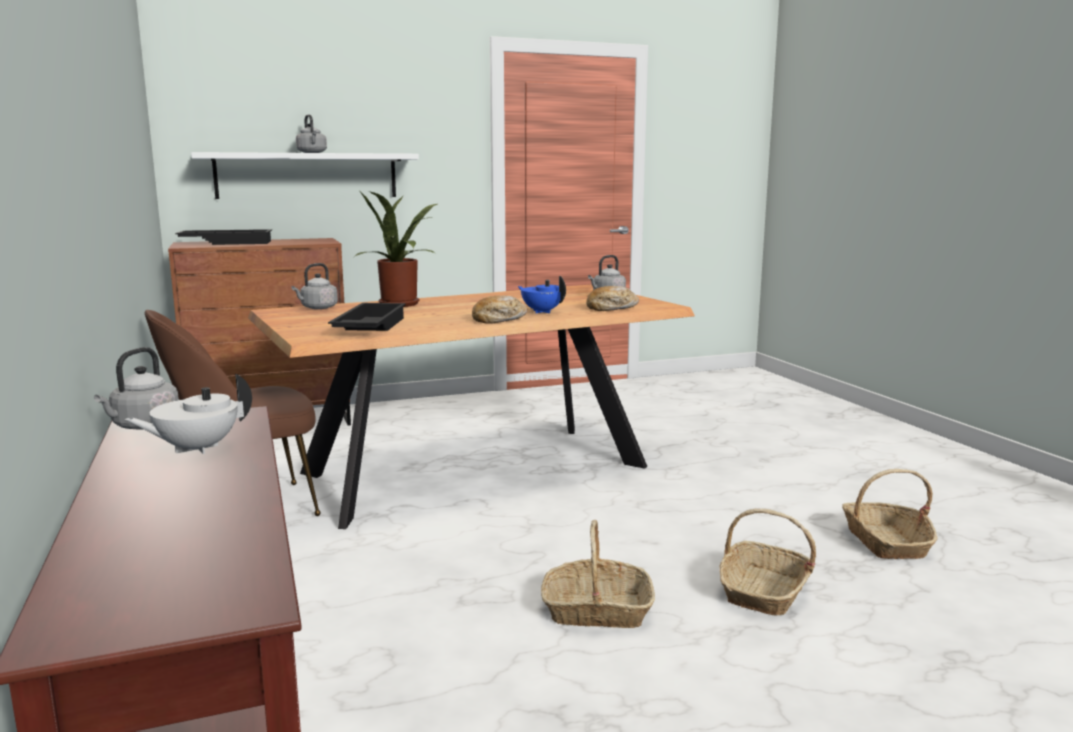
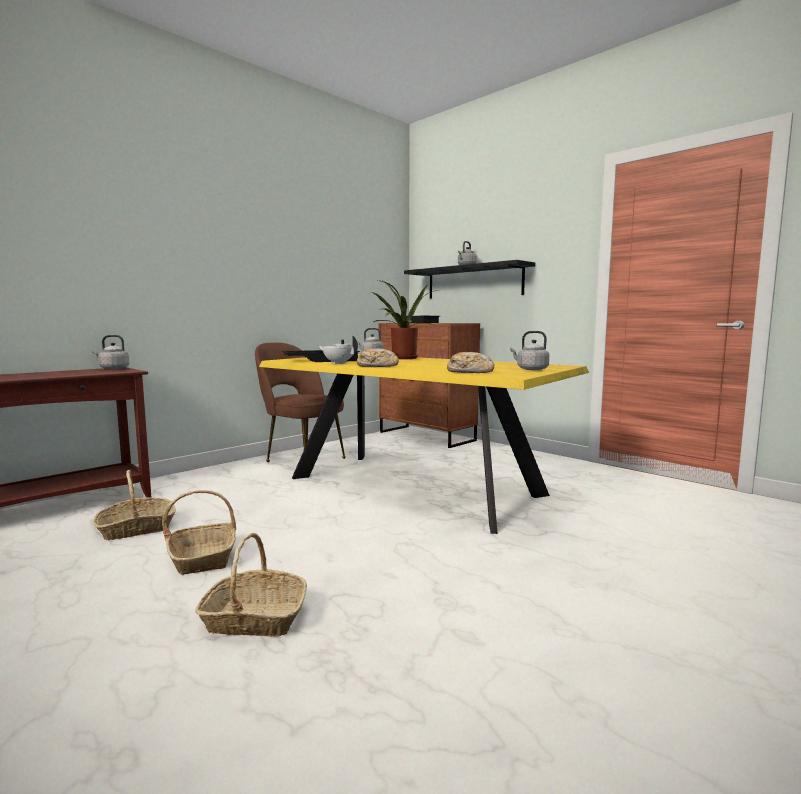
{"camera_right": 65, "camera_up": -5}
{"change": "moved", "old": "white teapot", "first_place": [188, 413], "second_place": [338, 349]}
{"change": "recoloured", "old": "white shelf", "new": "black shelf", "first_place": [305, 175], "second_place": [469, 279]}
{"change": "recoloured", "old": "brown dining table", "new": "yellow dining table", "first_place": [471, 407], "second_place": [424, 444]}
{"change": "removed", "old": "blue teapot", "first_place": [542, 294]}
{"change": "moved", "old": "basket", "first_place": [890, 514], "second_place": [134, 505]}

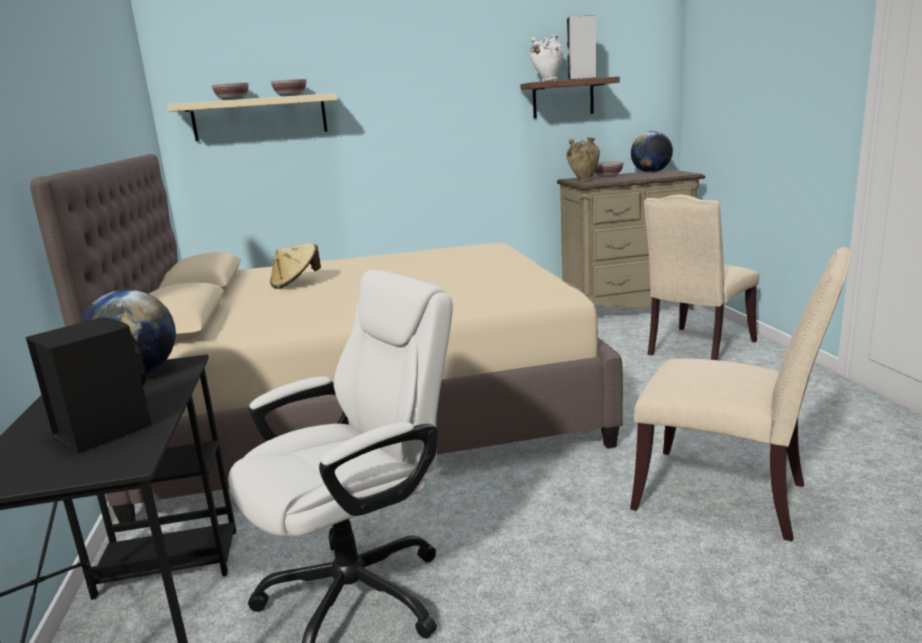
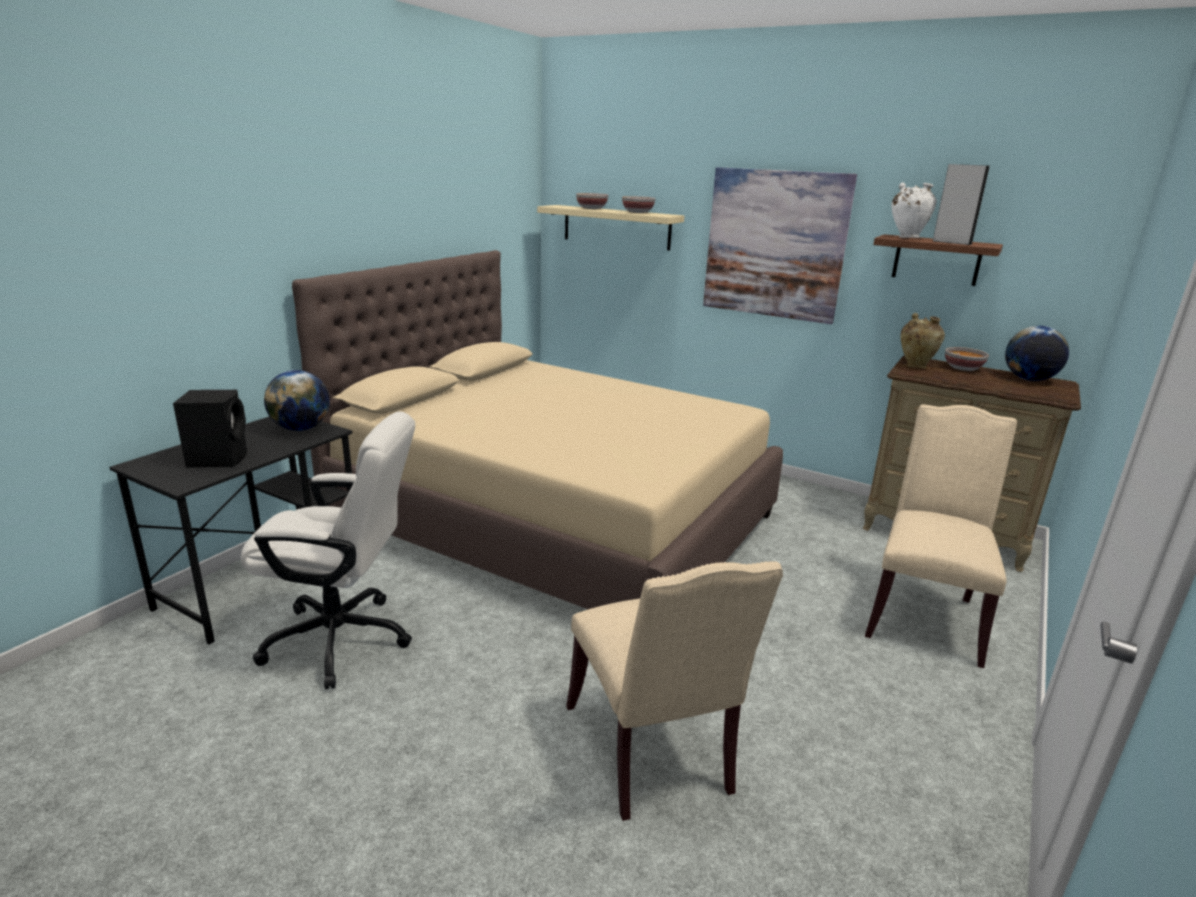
{"camera_right": 40, "camera_up": 5}
{"change": "removed", "old": "beige hat", "first_place": [295, 266]}
{"change": "turned", "old": "beige chair", "first_place": [701, 277], "second_place": [941, 536], "degrees": 120}
{"change": "added", "new": "picture", "second_place": [780, 245]}

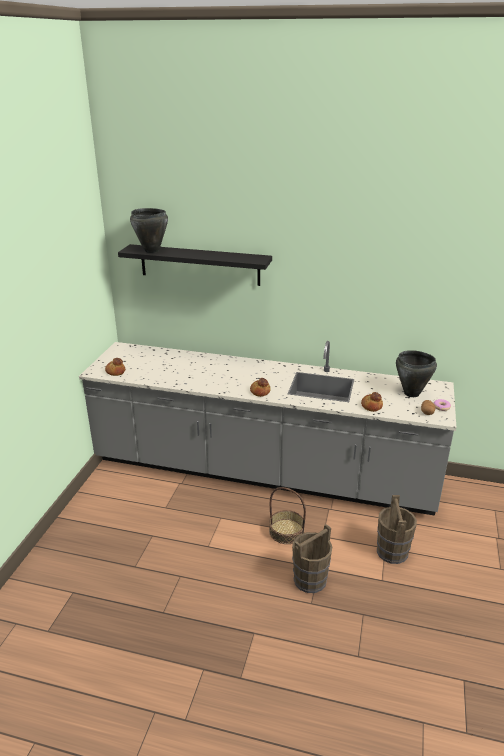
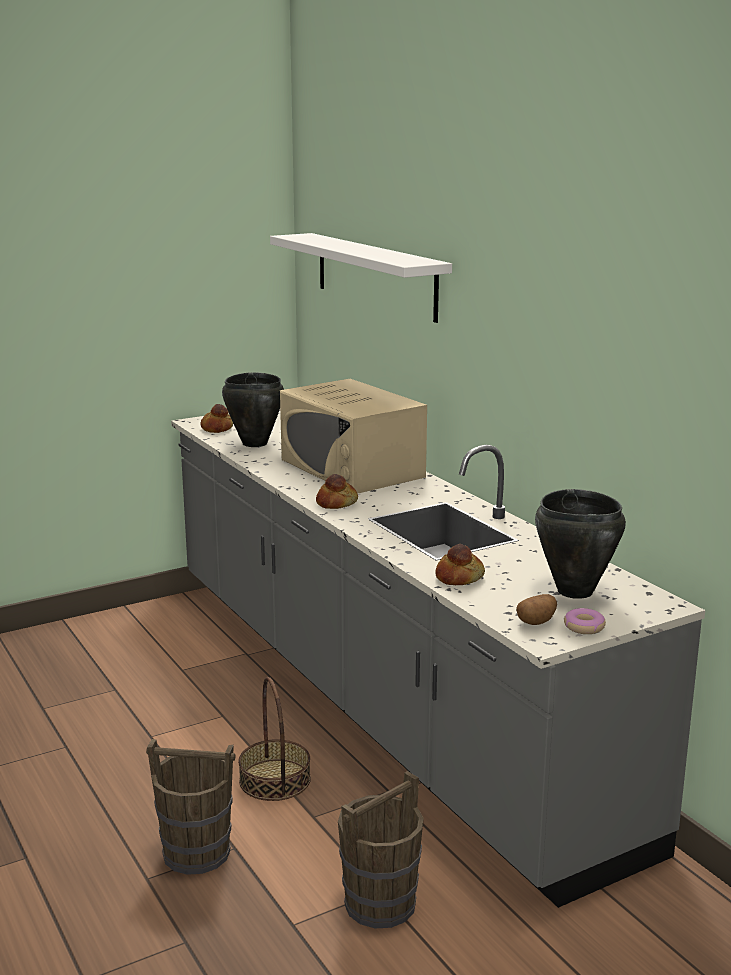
{"camera_right": 45, "camera_up": -10}
{"change": "recoloured", "old": "black shelf", "new": "white shelf", "first_place": [195, 265], "second_place": [361, 278]}
{"change": "moved", "old": "black cooking pot", "first_place": [149, 230], "second_place": [253, 409]}
{"change": "added", "new": "beige microwave", "second_place": [353, 436]}

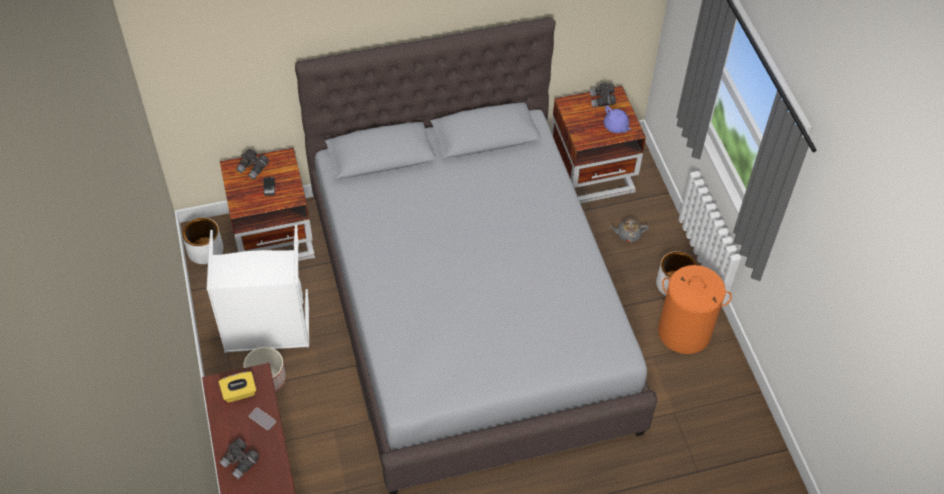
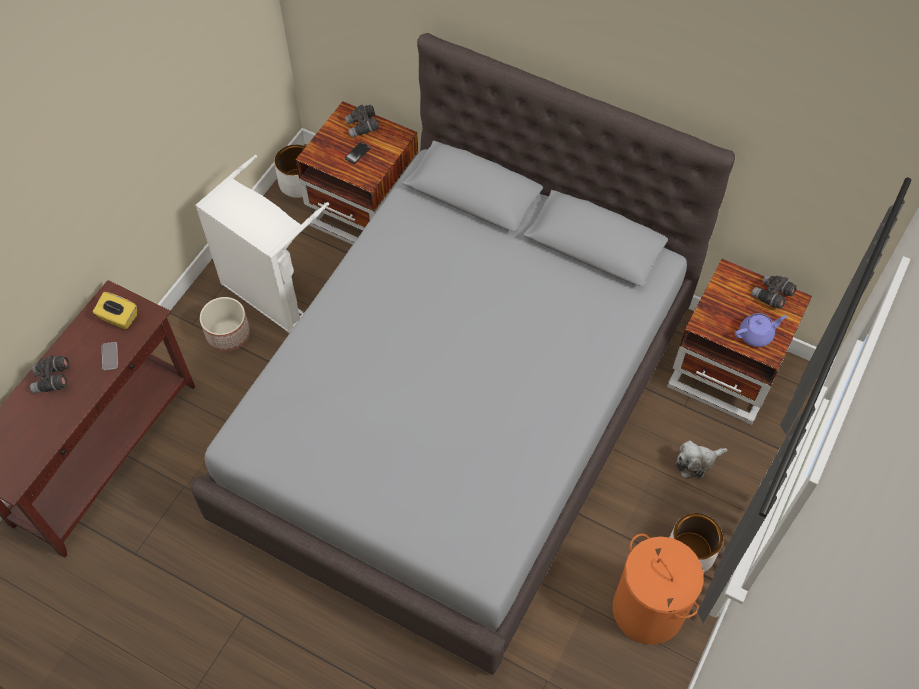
{"camera_right": 45, "camera_up": 5}
{"change": "turned", "old": "purple teapot", "first_place": [617, 119], "second_place": [761, 330], "degrees": -120}
{"change": "replaced", "old": "grey teapot", "new": "plush toy", "first_place": [629, 230], "second_place": [702, 459]}

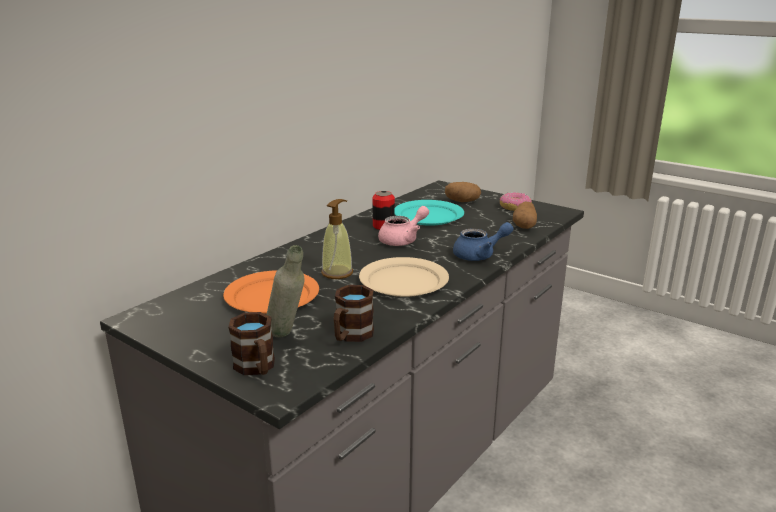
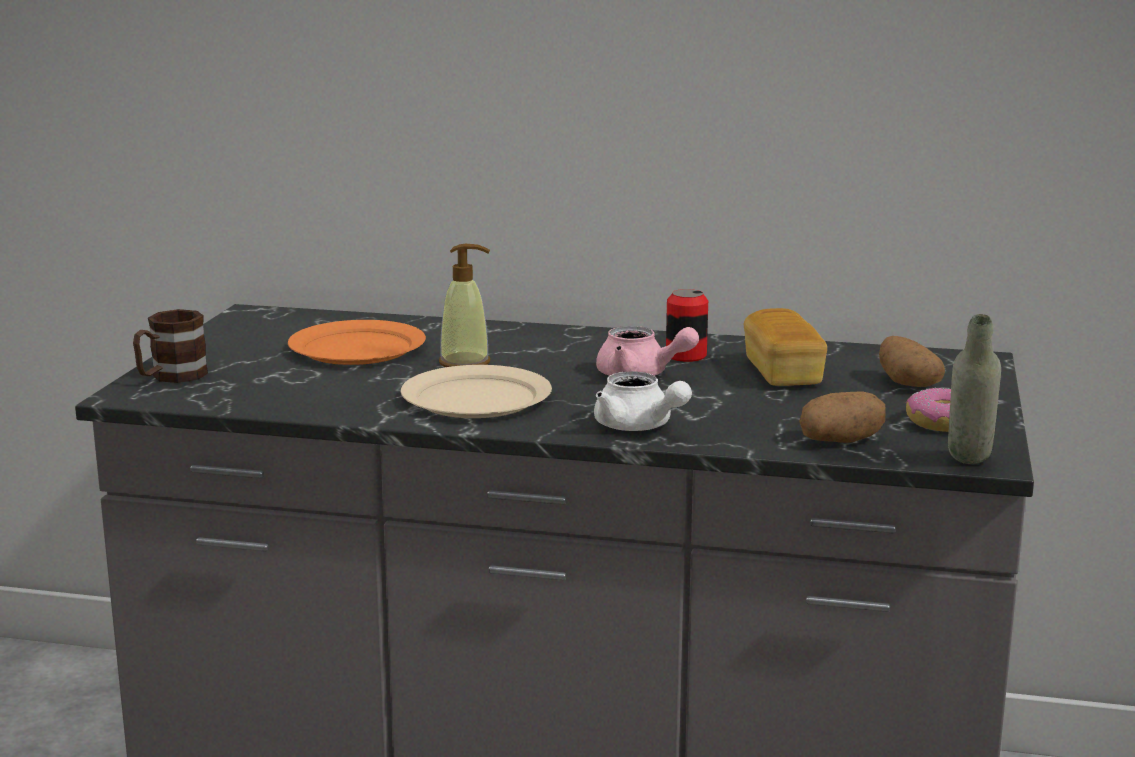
{"camera_right": 65, "camera_up": -5}
{"change": "moved", "old": "grey bottle", "first_place": [285, 291], "second_place": [974, 389]}
{"change": "removed", "old": "brown mug", "first_place": [354, 313]}
{"change": "replaced", "old": "turquoise plate", "new": "bread", "first_place": [429, 213], "second_place": [785, 347]}
{"change": "recoloured", "old": "blue teapot", "new": "white teapot", "first_place": [483, 241], "second_place": [643, 401]}

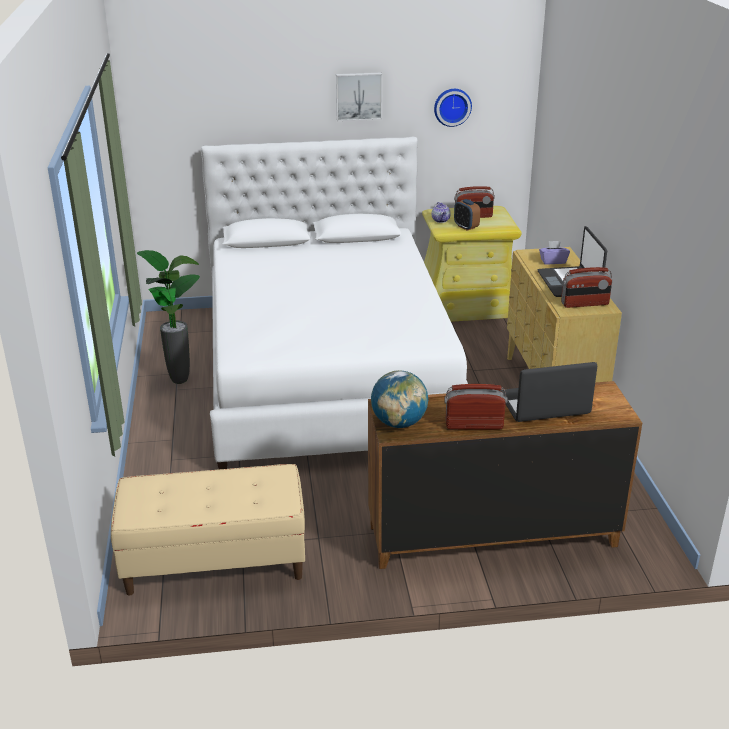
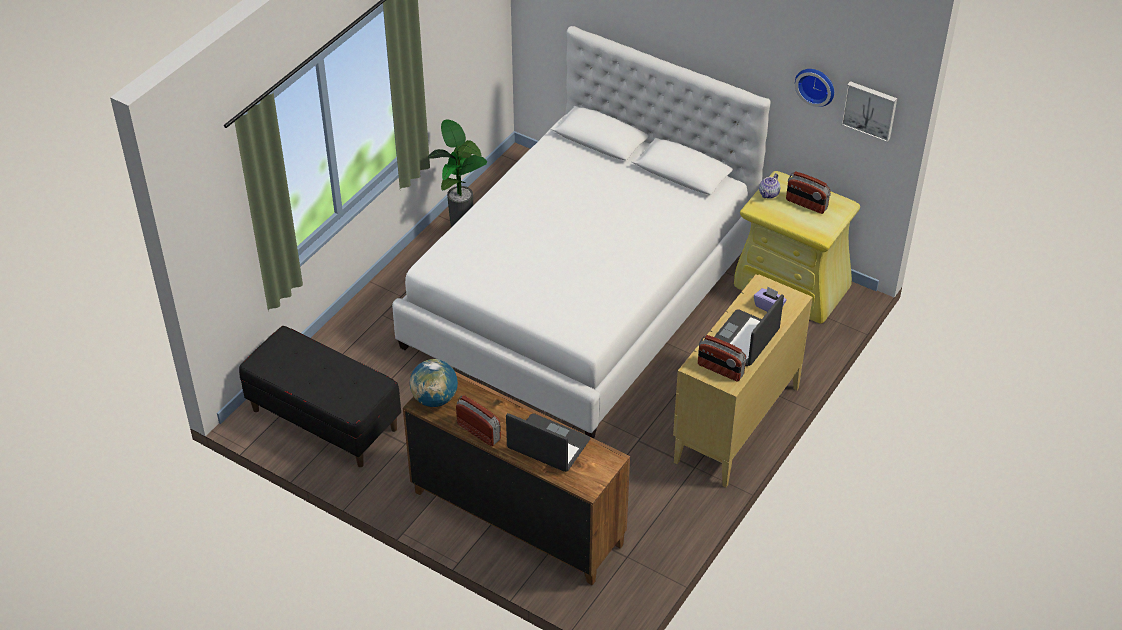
{"camera_right": 40, "camera_up": 15}
{"change": "recoloured", "old": "beige bench", "new": "black bench", "first_place": [208, 530], "second_place": [320, 396]}
{"change": "moved", "old": "picture", "first_place": [359, 97], "second_place": [869, 111]}
{"change": "removed", "old": "alarm clock", "first_place": [467, 215]}

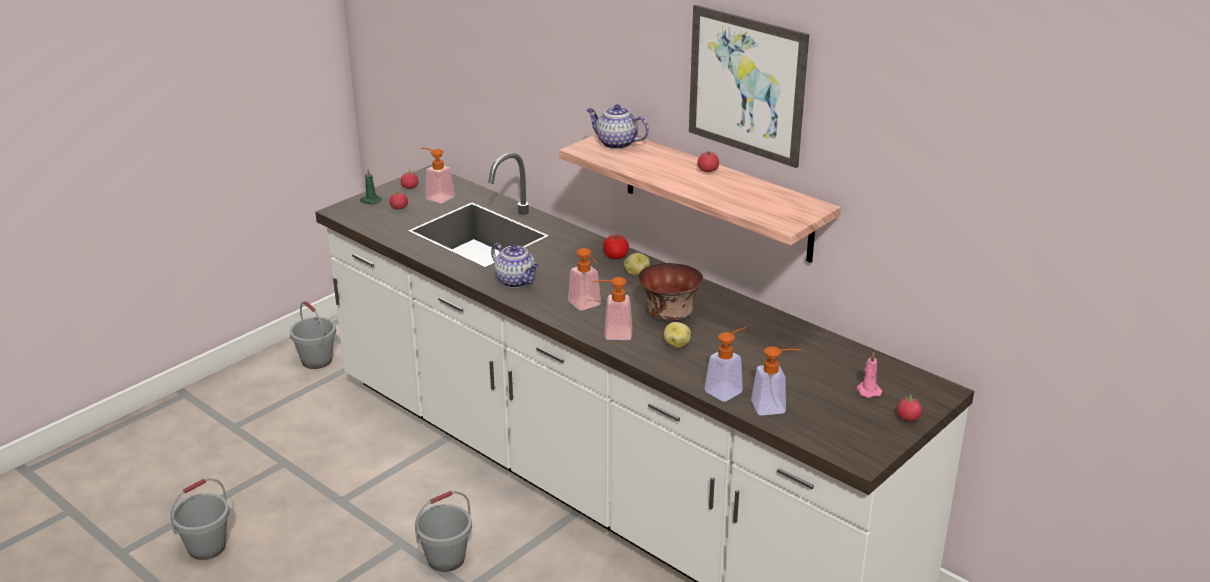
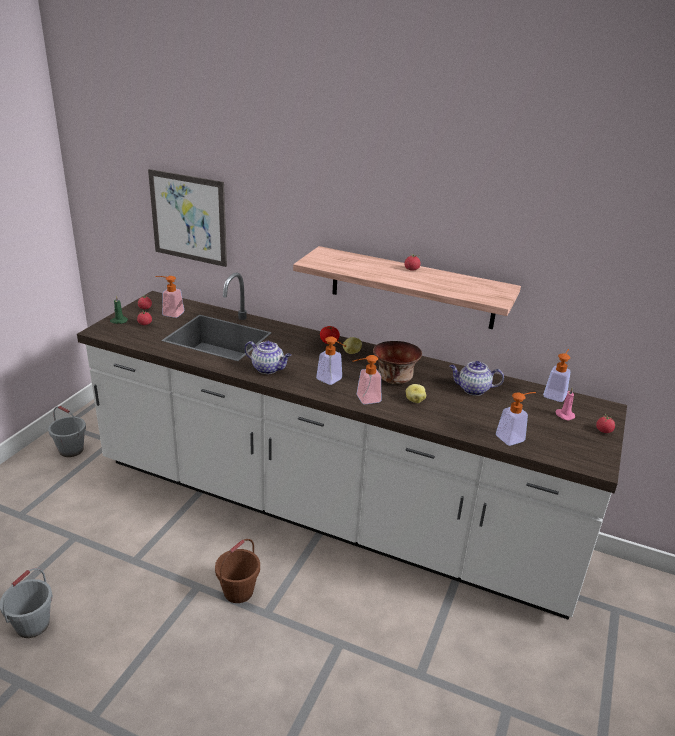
{"camera_right": -20, "camera_up": 0}
{"change": "recoloured", "old": "grey bucket", "new": "brown bucket", "first_place": [443, 531], "second_place": [237, 571]}
{"change": "moved", "old": "teapot", "first_place": [618, 126], "second_place": [476, 378]}
{"change": "moved", "old": "picture", "first_place": [749, 86], "second_place": [187, 218]}
{"change": "moved", "old": "soap dispenser", "first_place": [725, 364], "second_place": [556, 375]}

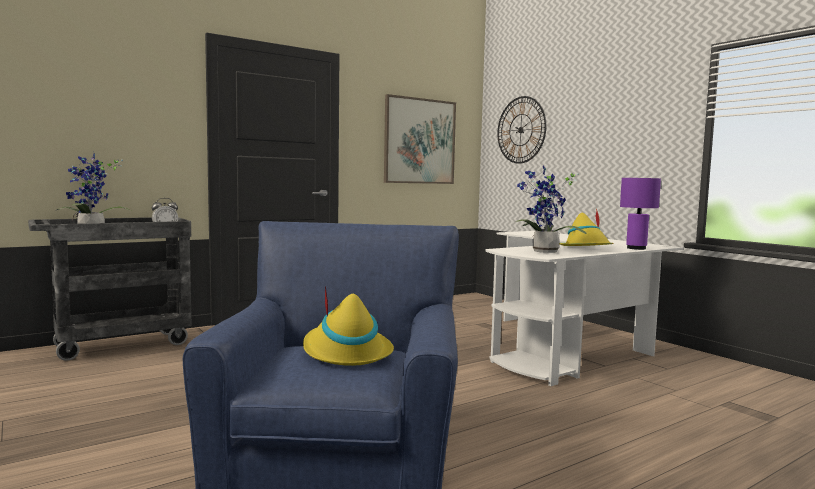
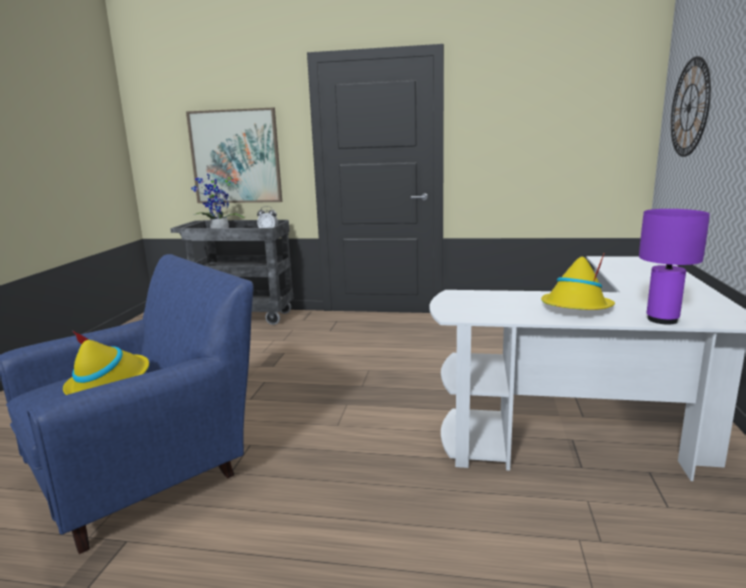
{"camera_right": 45, "camera_up": 10}
{"change": "moved", "old": "picture", "first_place": [420, 139], "second_place": [234, 155]}
{"change": "removed", "old": "potted plant", "first_place": [551, 209]}

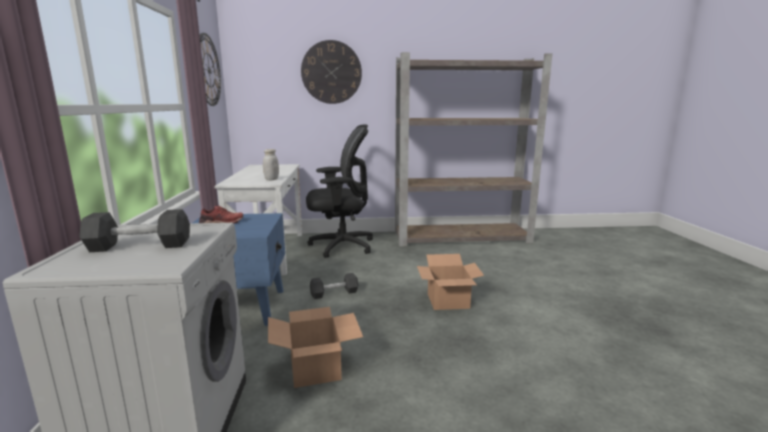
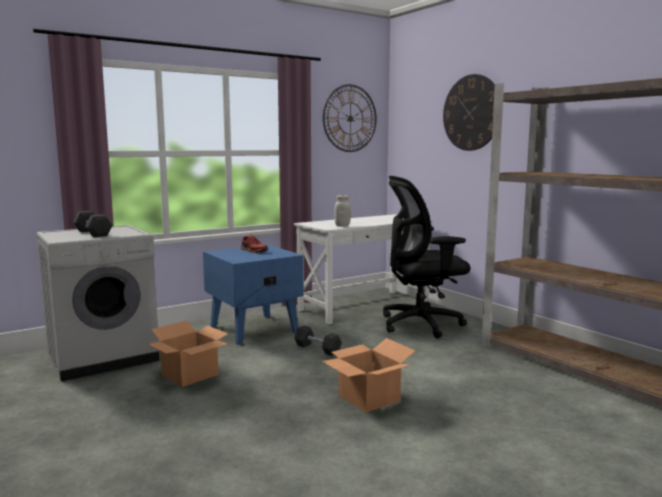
{"camera_right": 60, "camera_up": -5}
{"change": "turned", "old": "black office chair", "first_place": [339, 191], "second_place": [426, 257], "degrees": 120}

